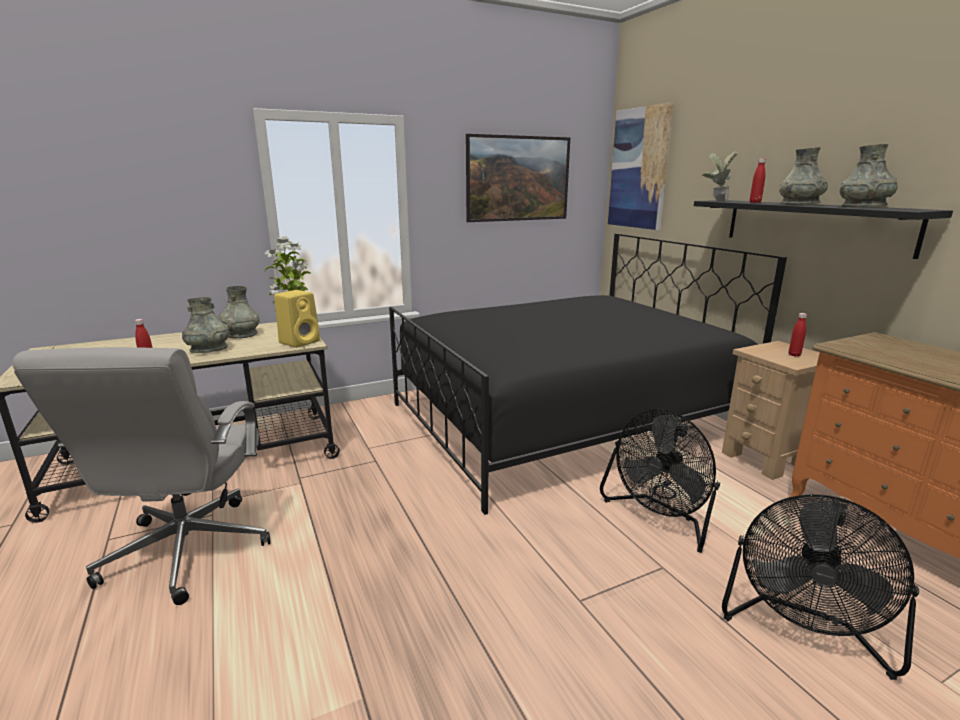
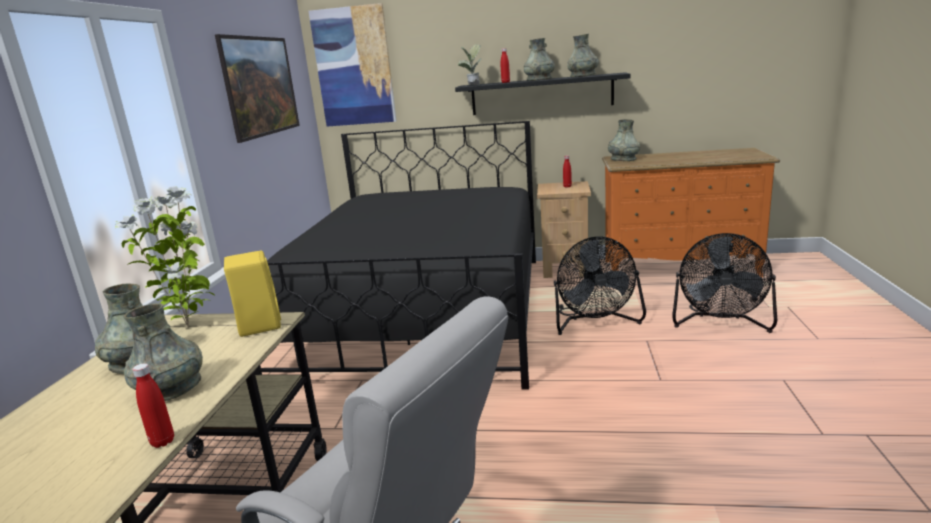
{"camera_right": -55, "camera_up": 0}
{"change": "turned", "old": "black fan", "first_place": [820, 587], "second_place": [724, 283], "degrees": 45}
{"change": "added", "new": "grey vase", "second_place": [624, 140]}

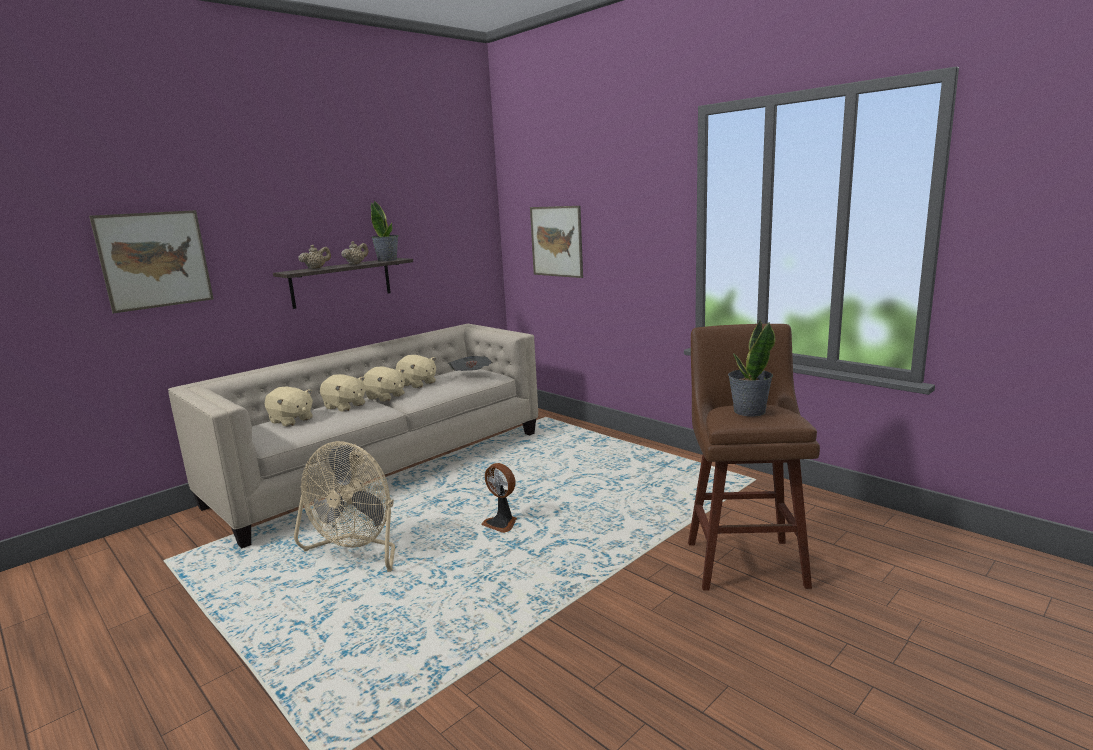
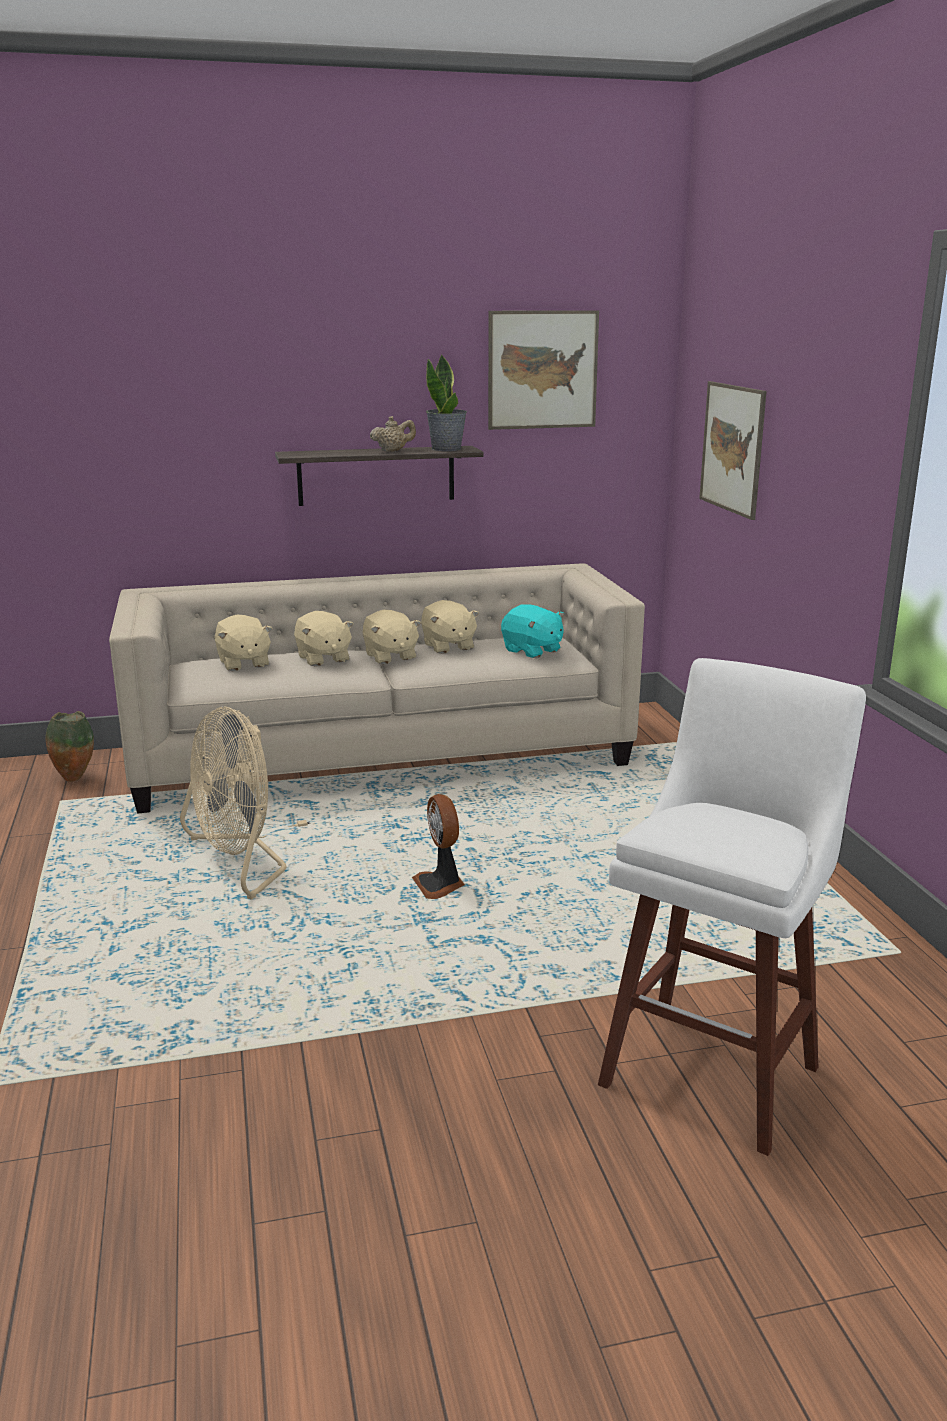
{"camera_right": 30, "camera_up": 5}
{"change": "moved", "old": "picture", "first_place": [151, 261], "second_place": [543, 370]}
{"change": "removed", "old": "beige teapot", "first_place": [315, 257]}
{"change": "replaced", "old": "newspaper", "new": "turquoise plush toy", "first_place": [470, 363], "second_place": [532, 631]}
{"change": "recoloured", "old": "brown stool", "new": "white stool", "first_place": [754, 457], "second_place": [732, 907]}
{"change": "removed", "old": "potted plant", "first_place": [751, 368]}
{"change": "added", "new": "vase", "second_place": [70, 746]}

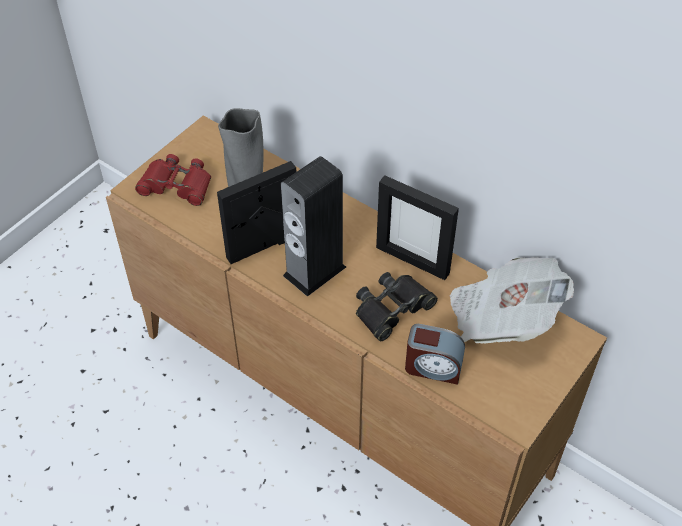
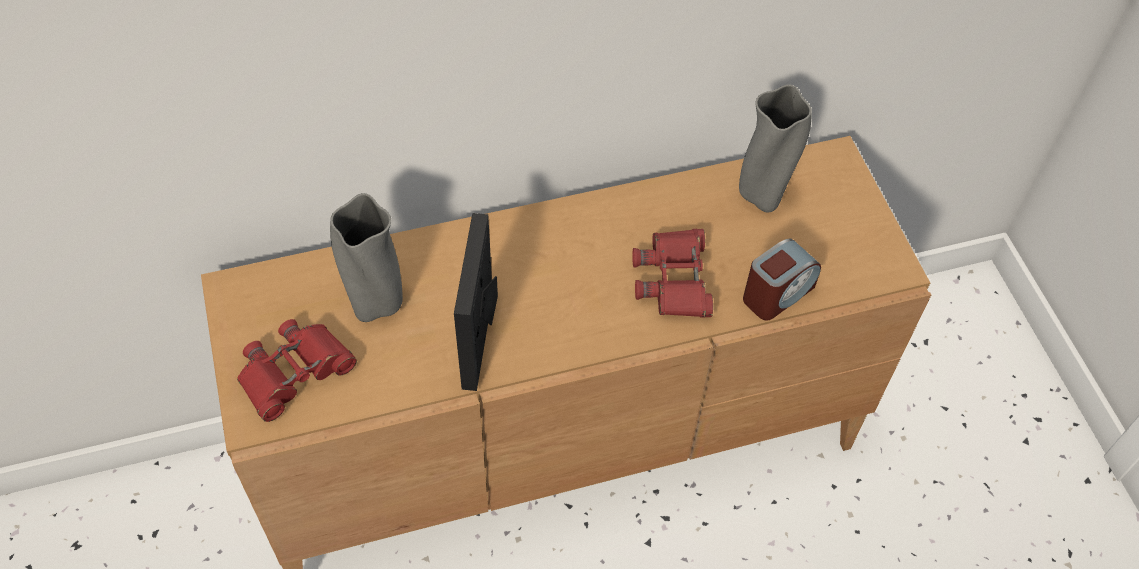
{"camera_right": -55, "camera_up": 5}
{"change": "removed", "old": "speaker", "first_place": [313, 226]}
{"change": "recoloured", "old": "black binoculars", "new": "red binoculars", "first_place": [397, 306], "second_place": [672, 273]}
{"change": "removed", "old": "picture frame", "first_place": [417, 227]}
{"change": "replaced", "old": "newspaper", "new": "grey vase", "first_place": [512, 300], "second_place": [775, 149]}

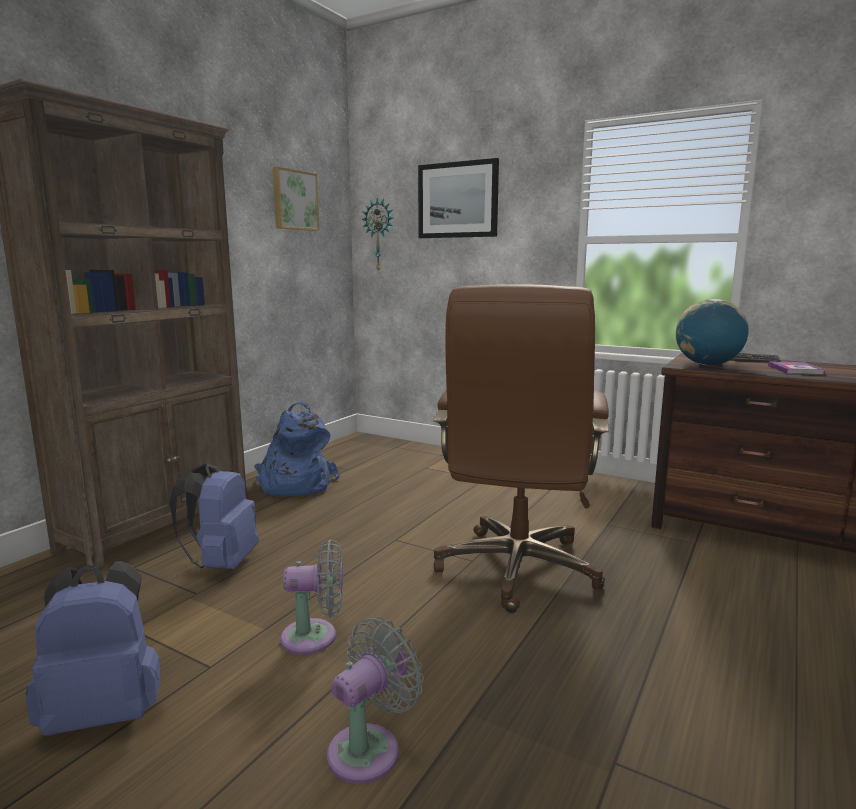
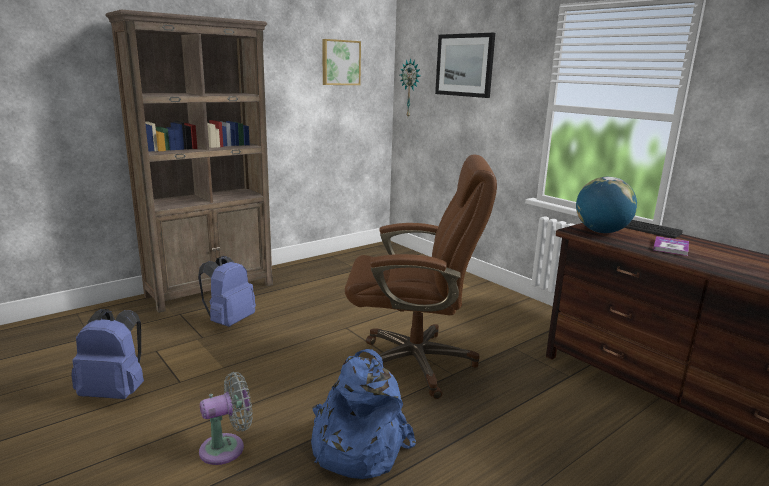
{"camera_right": 20, "camera_up": 5}
{"change": "moved", "old": "blue backpack", "first_place": [297, 449], "second_place": [363, 414]}
{"change": "removed", "old": "grey fan", "first_place": [311, 597]}
{"change": "turned", "old": "brown office chair", "first_place": [521, 448], "second_place": [421, 276], "degrees": -120}

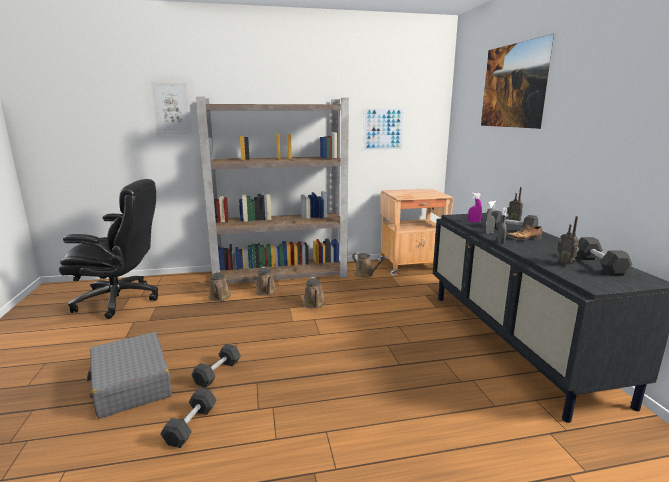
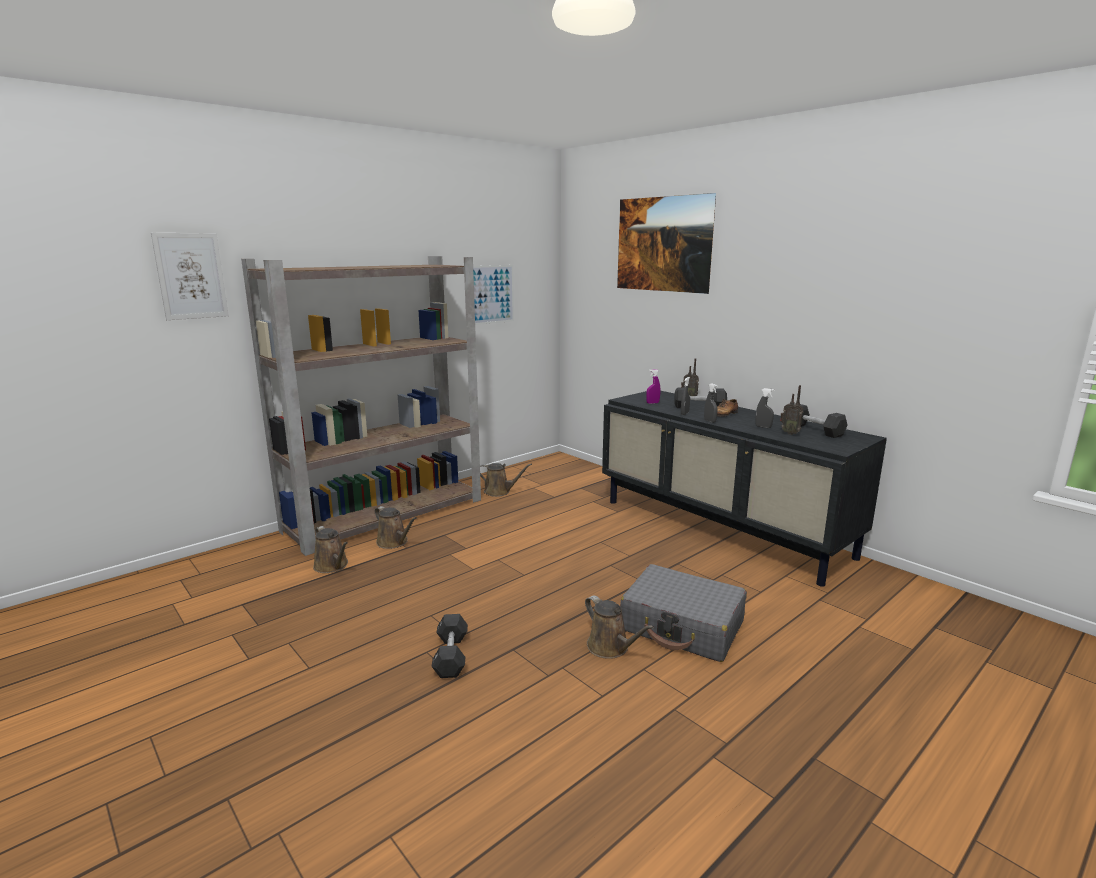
{"camera_right": -30, "camera_up": 0}
{"change": "removed", "old": "black office chair", "first_place": [108, 249]}
{"change": "moved", "old": "grey suitcase", "first_place": [129, 375], "second_place": [683, 613]}
{"change": "removed", "old": "black dumbbell", "first_place": [189, 418]}
{"change": "moved", "old": "brown watering can", "first_place": [314, 293], "second_place": [619, 627]}
{"change": "removed", "old": "brown cart", "first_place": [416, 232]}
{"change": "added", "new": "grey spray bottle", "second_place": [764, 408]}

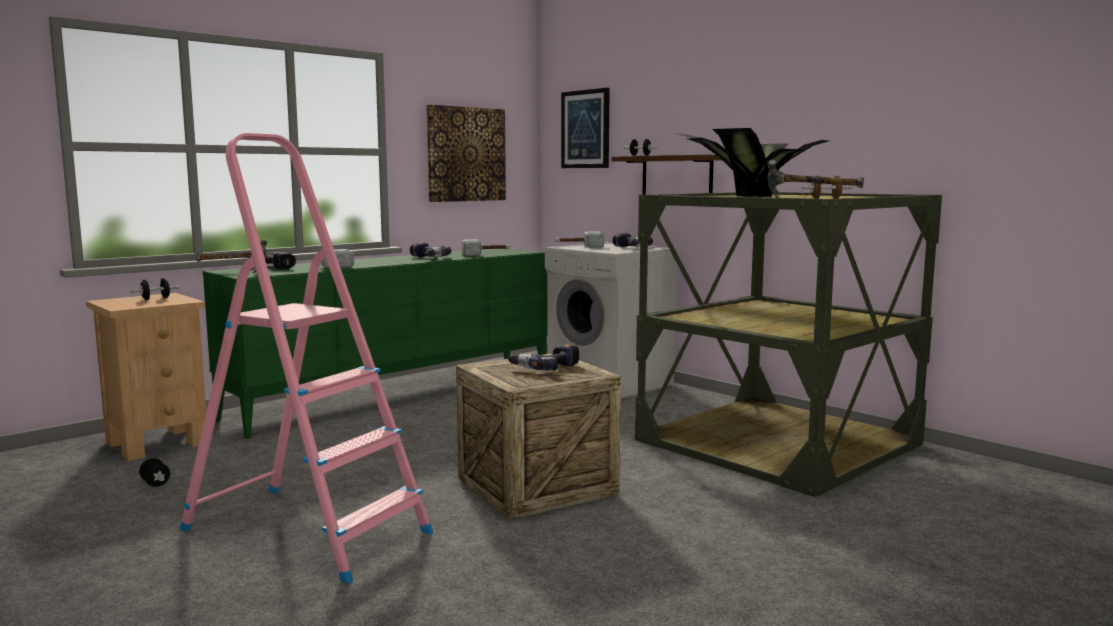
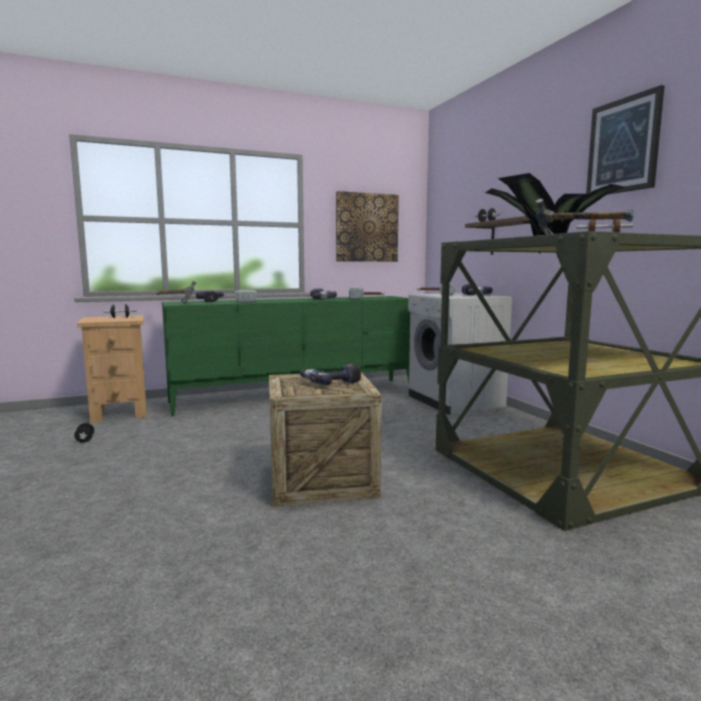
{"camera_right": 20, "camera_up": 0}
{"change": "removed", "old": "pink step ladder", "first_place": [306, 358]}
{"change": "moved", "old": "picture", "first_place": [585, 128], "second_place": [625, 140]}

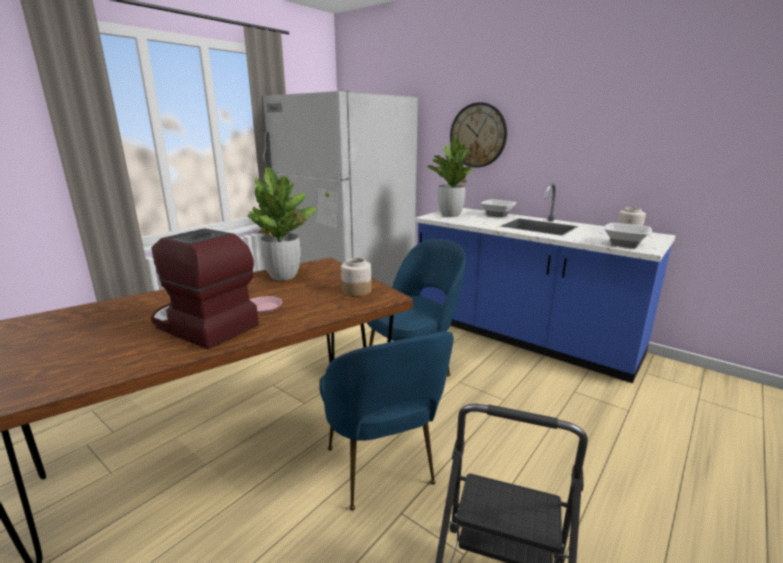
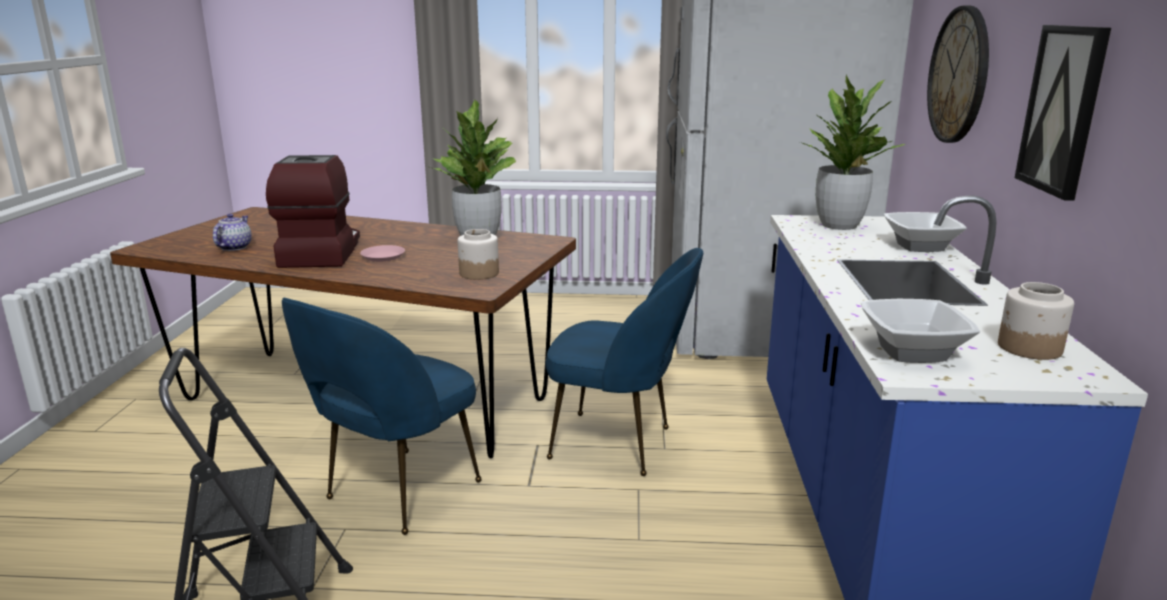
{"camera_right": 55, "camera_up": 0}
{"change": "added", "new": "teapot", "second_place": [232, 232]}
{"change": "added", "new": "picture", "second_place": [1063, 113]}

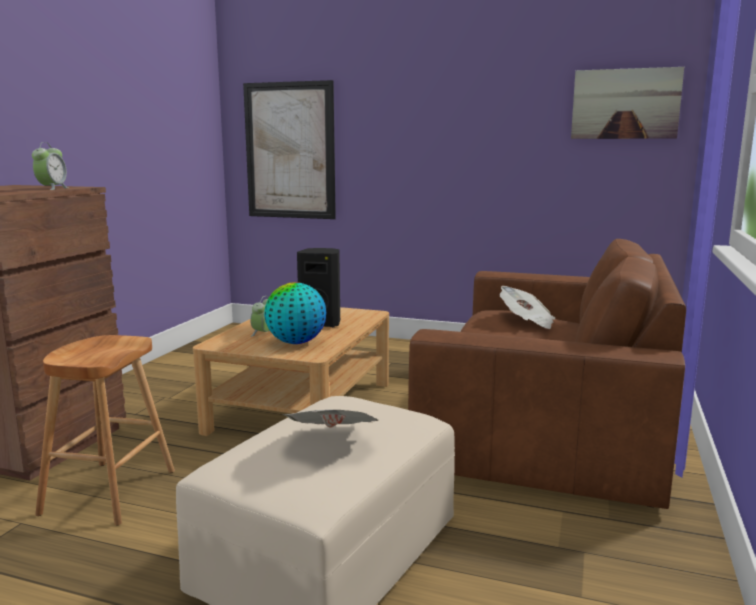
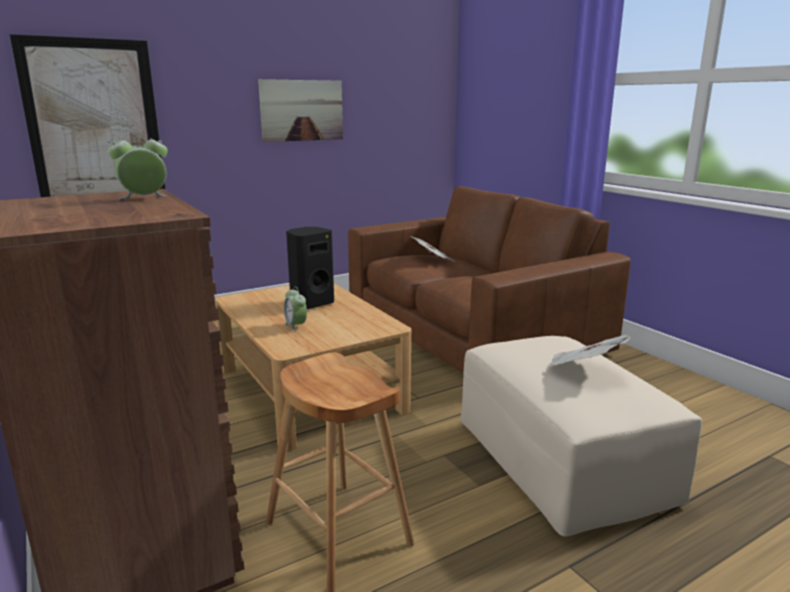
{"camera_right": -50, "camera_up": 5}
{"change": "turned", "old": "alarm clock", "first_place": [50, 166], "second_place": [138, 165], "degrees": -75}
{"change": "removed", "old": "globe", "first_place": [295, 313]}
{"change": "moved", "old": "picture", "first_place": [627, 103], "second_place": [300, 110]}

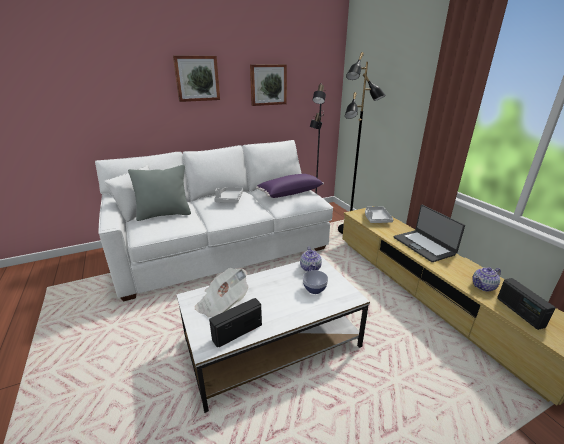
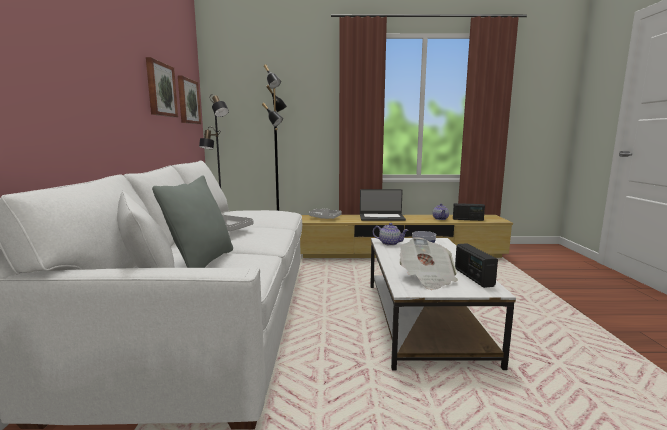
{"camera_right": -65, "camera_up": -15}
{"change": "moved", "old": "picture", "first_place": [196, 78], "second_place": [189, 100]}
{"change": "removed", "old": "purple pillow", "first_place": [290, 186]}

